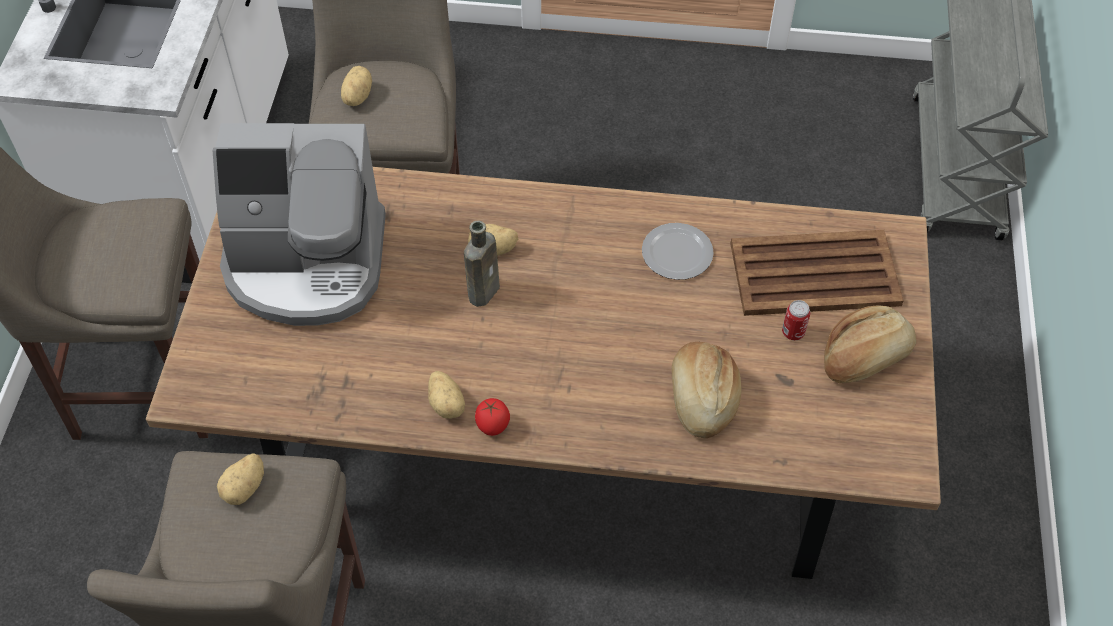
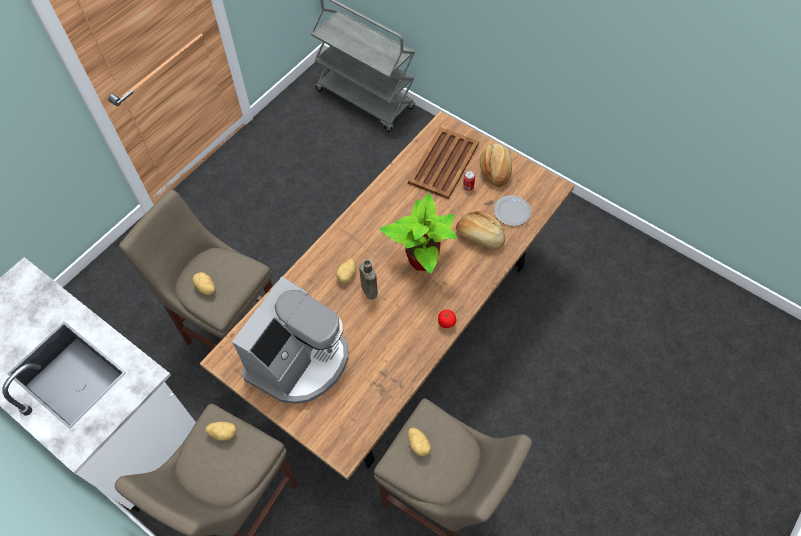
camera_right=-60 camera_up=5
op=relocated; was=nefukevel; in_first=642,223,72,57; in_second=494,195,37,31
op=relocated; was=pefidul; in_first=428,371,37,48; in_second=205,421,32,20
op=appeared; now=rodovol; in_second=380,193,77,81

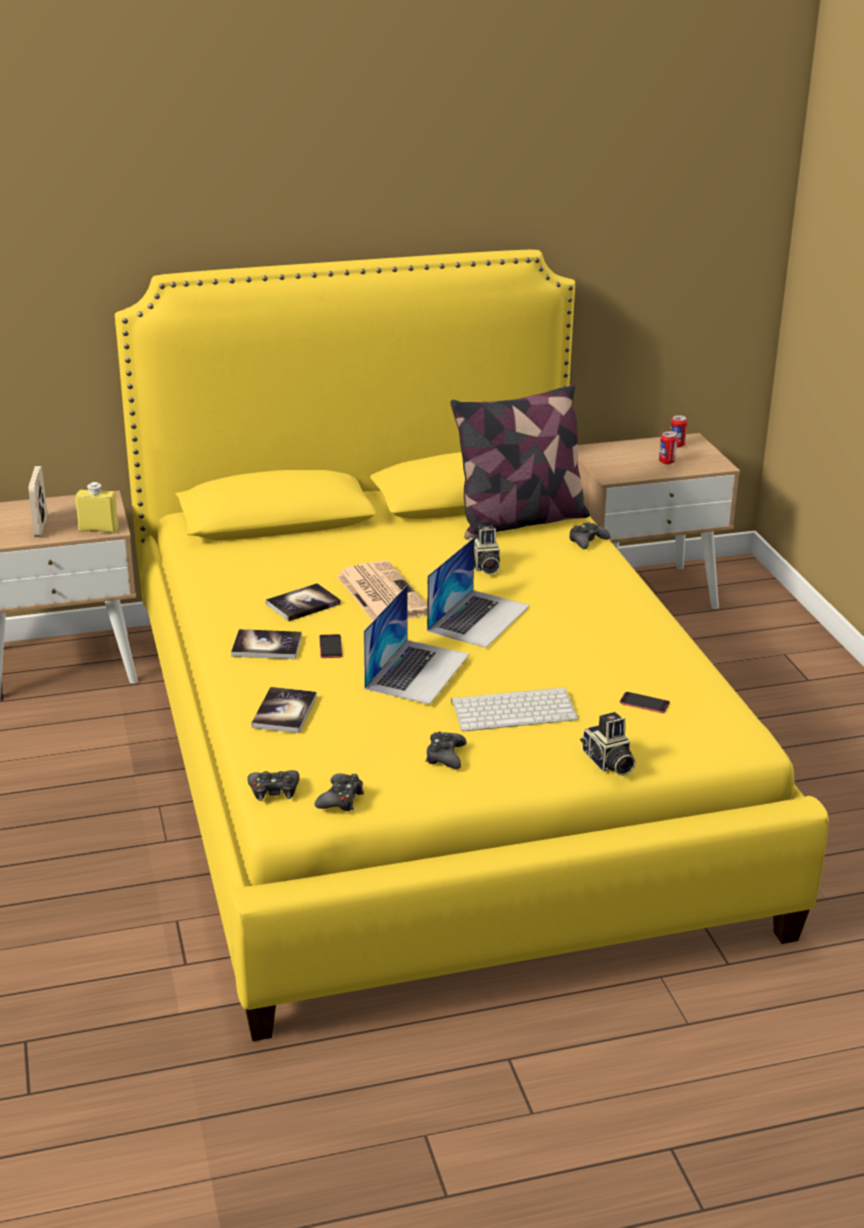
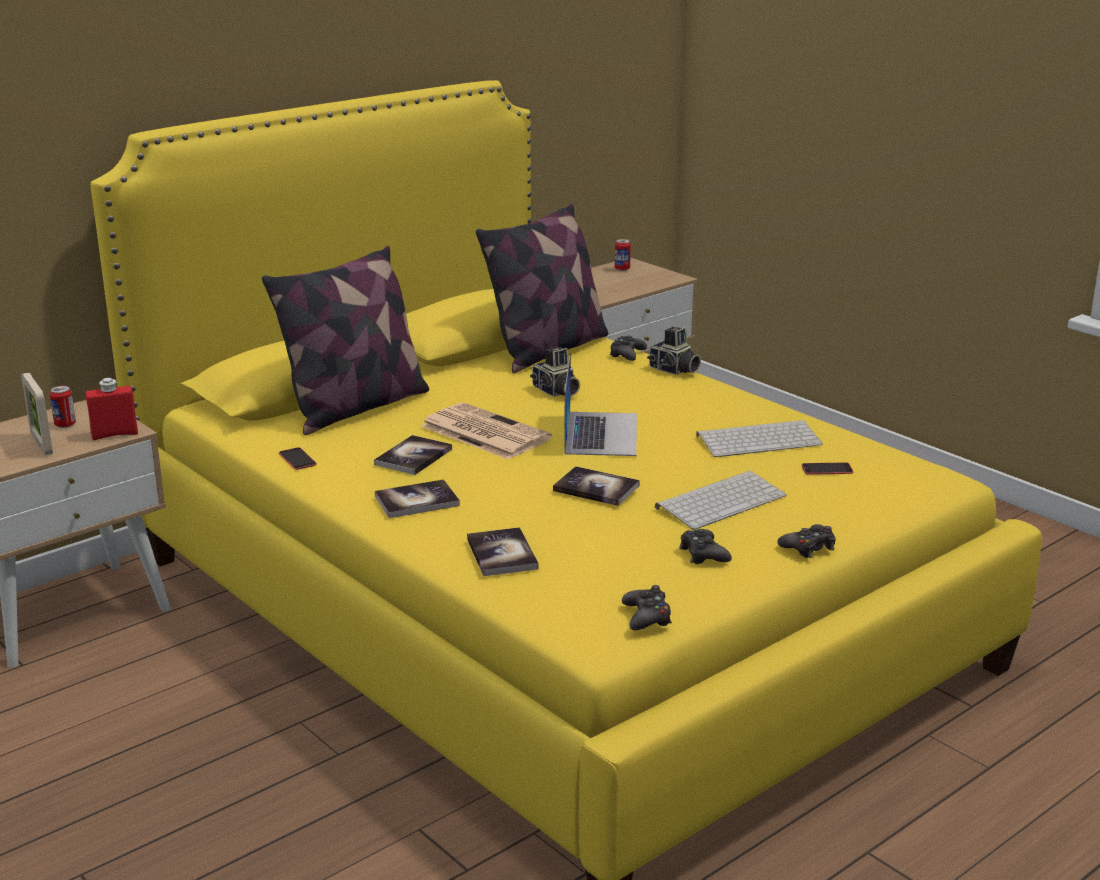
camera_right=-25 camera_up=-5
op=relocated; was=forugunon; in_first=659,431,18,34; in_second=50,386,26,42
op=colour; was=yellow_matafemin; now=red_matafemin; in_first=75,482,44,51; in_second=86,378,52,62
op=exchanged; was=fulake; now=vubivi; in_first=364,585,105,120; in_second=553,466,87,40
op=relocated; was=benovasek; in_first=319,634,24,24; in_second=279,447,38,23
op=relocated; was=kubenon; in_first=580,712,56,64; in_second=647,327,54,48
op=relocated; was=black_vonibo; in_first=247,770,52,31; in_second=777,524,59,34
op=appeared; now=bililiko; in_second=262,246,167,189
op=appeared; now=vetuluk; in_second=696,420,127,37

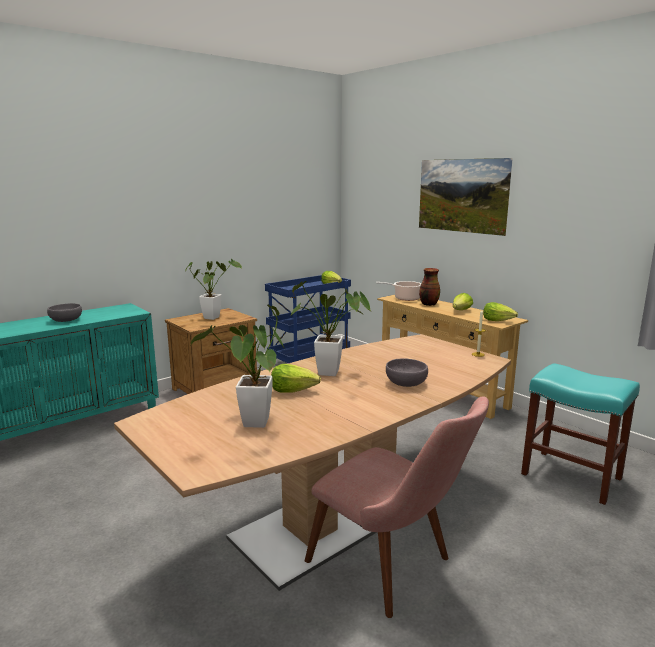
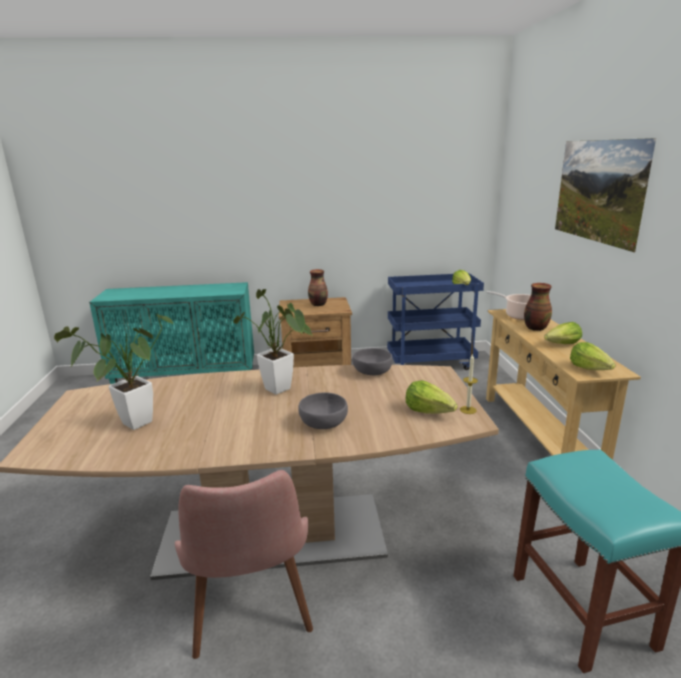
camera_right=35 camera_up=5
op=exchanged; was=rodovol; now=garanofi; in_first=185,259,57,61; in_second=308,269,20,37
op=relocated; was=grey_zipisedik; in_first=47,303,35,19; in_second=352,348,41,27
op=relocated; was=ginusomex; in_first=271,364,50,29; in_second=406,380,52,34

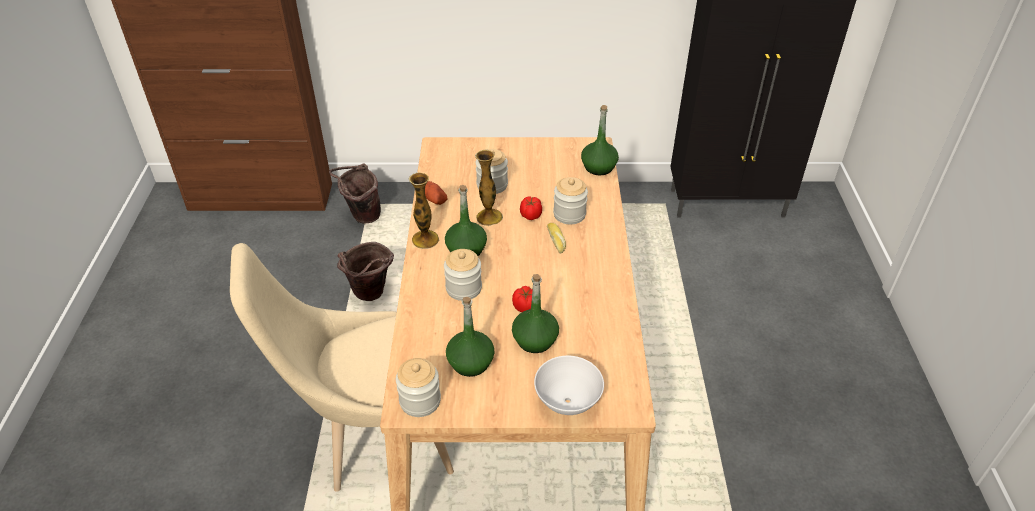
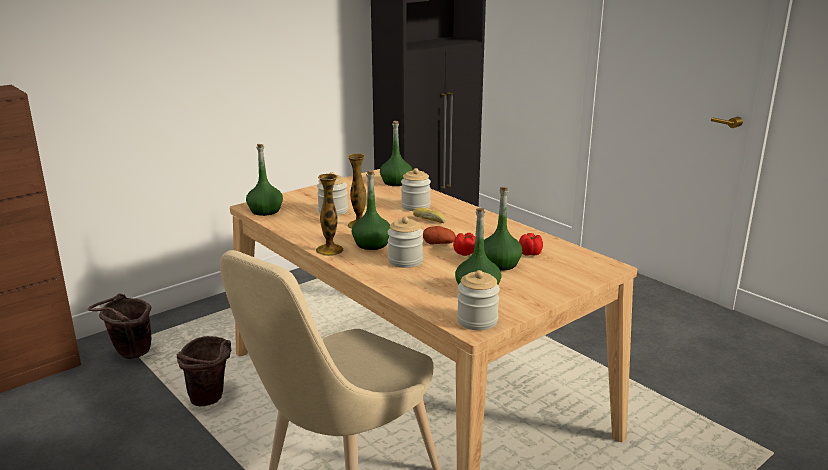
camera_right=-40 camera_up=-20
op=relocated; was=pefidul; in_first=425,181,22,24; in_second=423,226,33,19
op=relocated; was=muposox; in_first=520,196,22,24; in_second=519,233,24,23
op=missing; was=white_zipisedik; in_first=534,356,70,59
op=appeared; now=green_matafemin; in_second=246,144,37,72

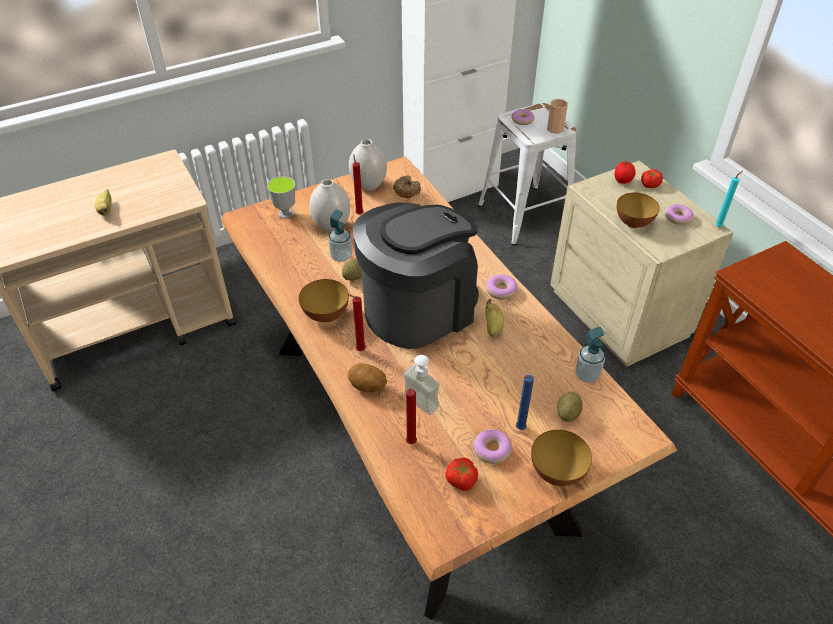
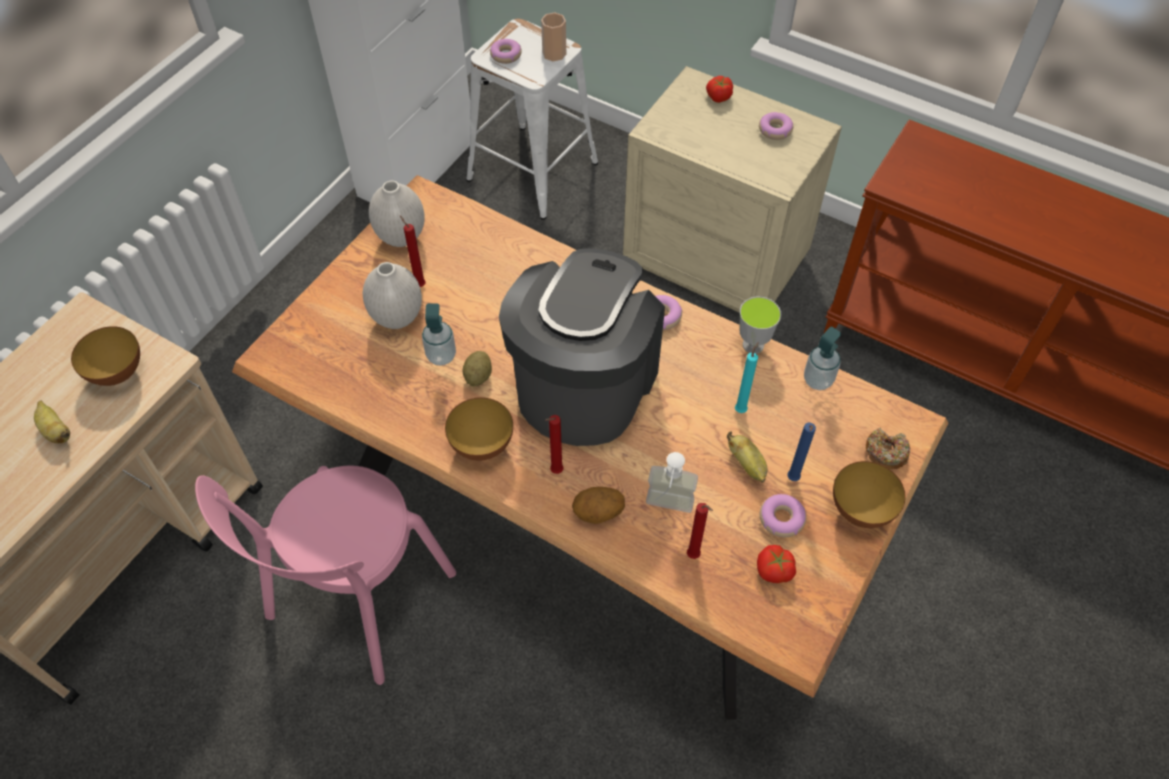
camera_right=-30 camera_up=10
op=missing; was=muposox; in_first=614,161,22,23
op=relocated; was=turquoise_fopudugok; in_first=715,171,28,56; in_second=735,342,24,71
op=relocated; was=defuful; in_first=393,175,28,23; in_second=866,428,44,42
op=relocated; was=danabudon; in_first=267,176,28,43; in_second=740,296,41,58
op=relocated; was=zipisedik; in_first=617,193,43,35; in_second=71,326,69,60
op=relocated; was=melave; in_first=485,299,19,38; in_second=727,431,41,52
op=missing; was=pefidul; in_first=557,392,26,30
op=appeared; now=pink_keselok; in_second=195,465,261,220

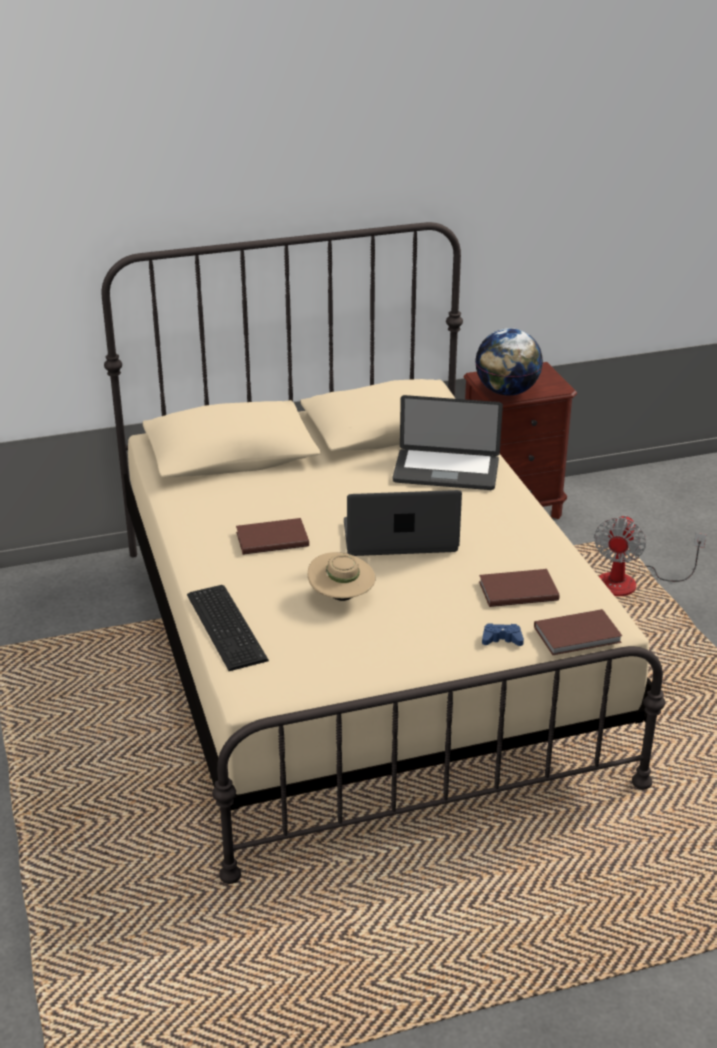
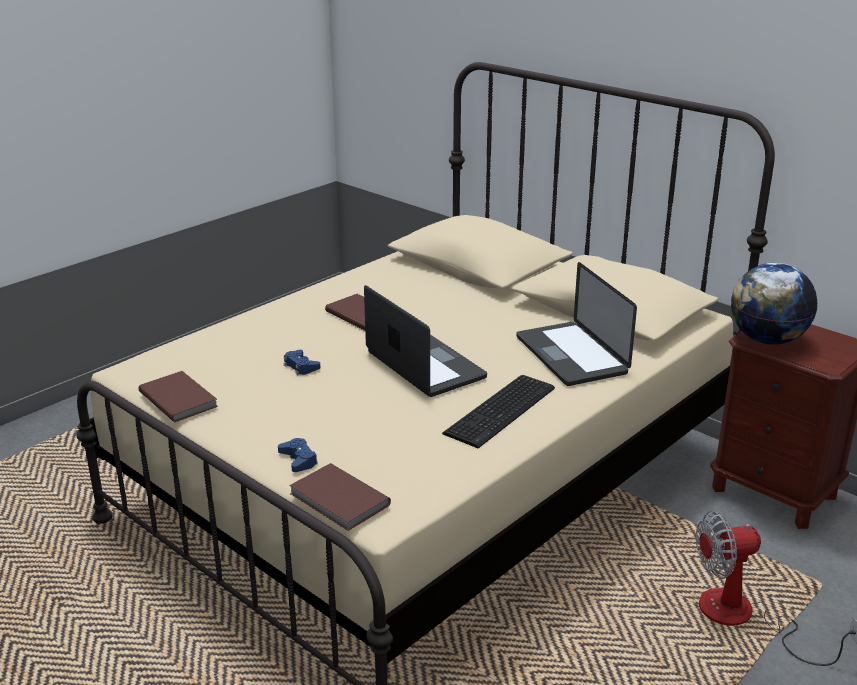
camera_right=60 camera_up=-5
op=exchanged; was=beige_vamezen; now=blue_vonibo; in_first=308,552,67,49; in_second=284,350,36,25
op=relocated; was=brown_vubivi; in_first=479,569,80,38; in_second=138,371,80,51
op=relocated; was=vetuluk; in_first=187,585,82,86; in_second=442,375,113,73

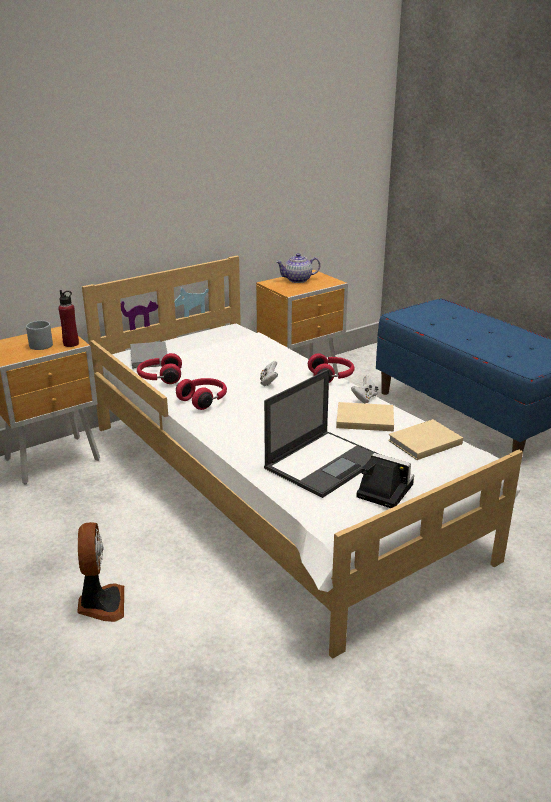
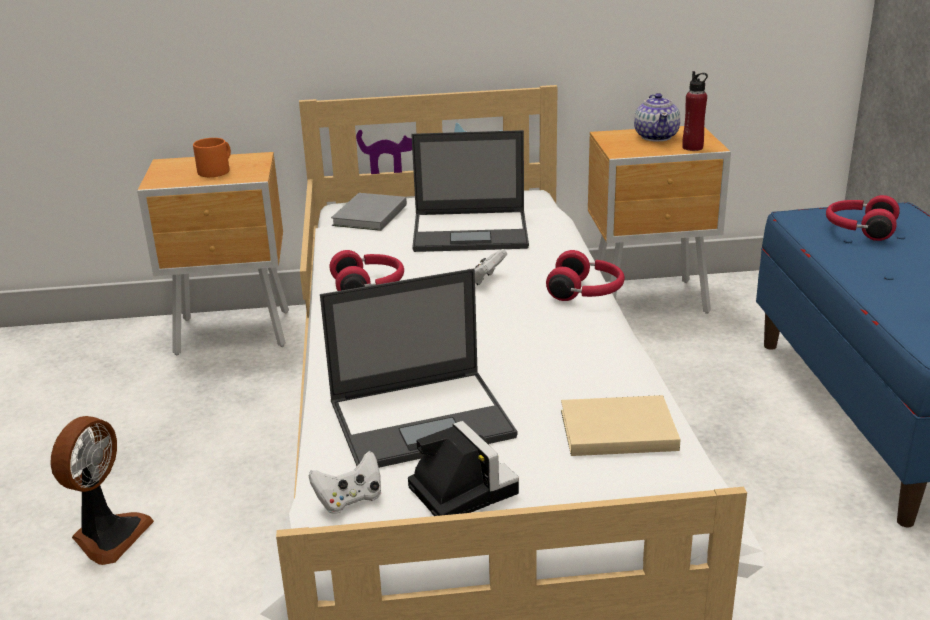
camera_right=30 camera_up=0
op=spun; was=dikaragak; in_first=276,253,44,30; in_second=634,93,46,49; clockwise=-105
op=relocated; was=red_matafemin; in_first=58,290,21,57; in_second=682,71,26,80
op=colour; was=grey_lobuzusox; now=orange_lobuzusox; in_first=26,321,27,29; in_second=193,138,38,39
op=relocated; was=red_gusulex; in_first=137,353,45,31; in_second=826,195,74,46
op=relocated; was=white_vonibo; in_first=351,376,27,27; in_second=309,451,72,63
op=missing; was=beige_vubivi; in_first=336,402,58,29
op=appeared; now=fulake; in_second=411,130,118,122

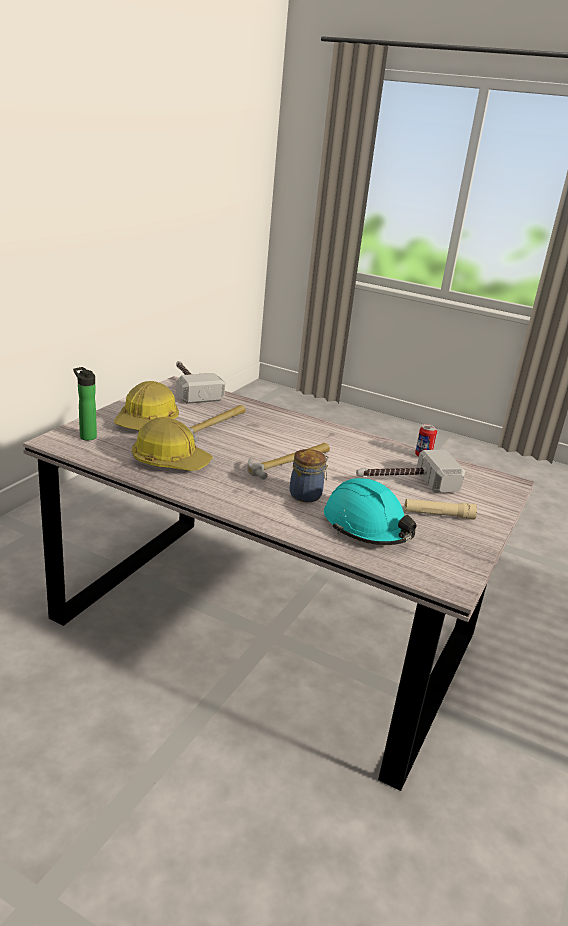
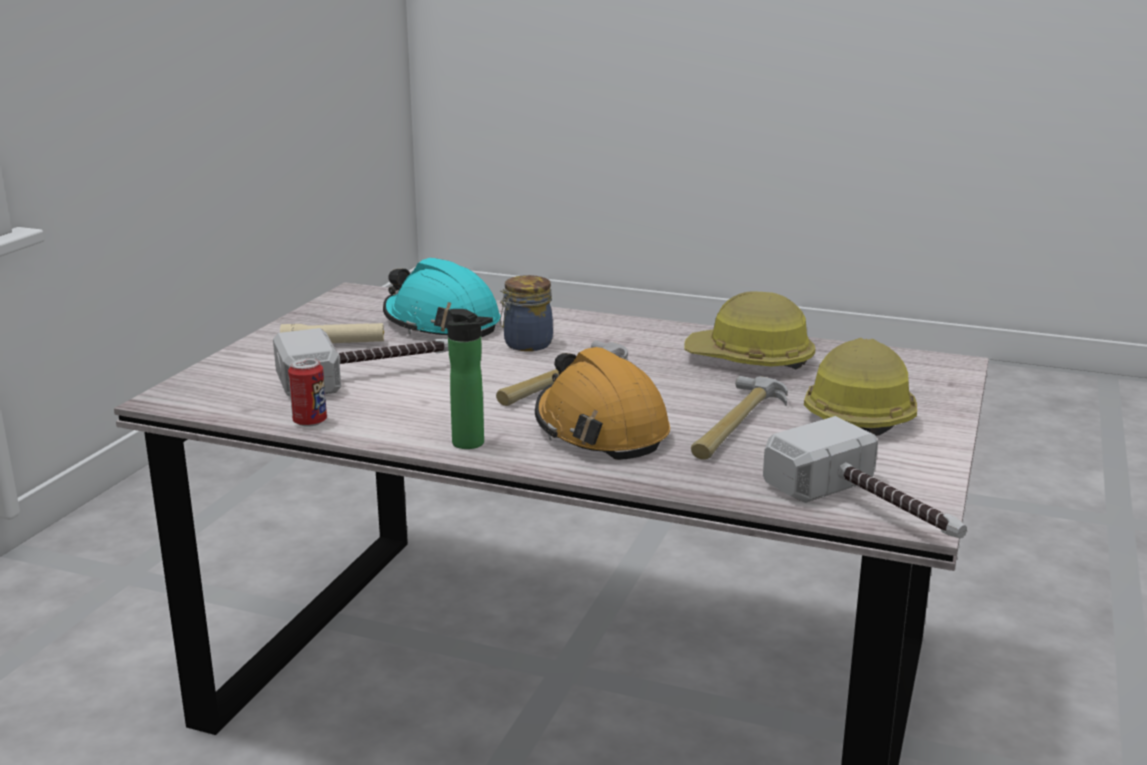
camera_right=175 camera_up=-5
op=relocated; was=matafemin; in_first=73,367,24,74; in_second=447,309,46,140
op=appeared; now=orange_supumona; in_second=535,347,135,113

